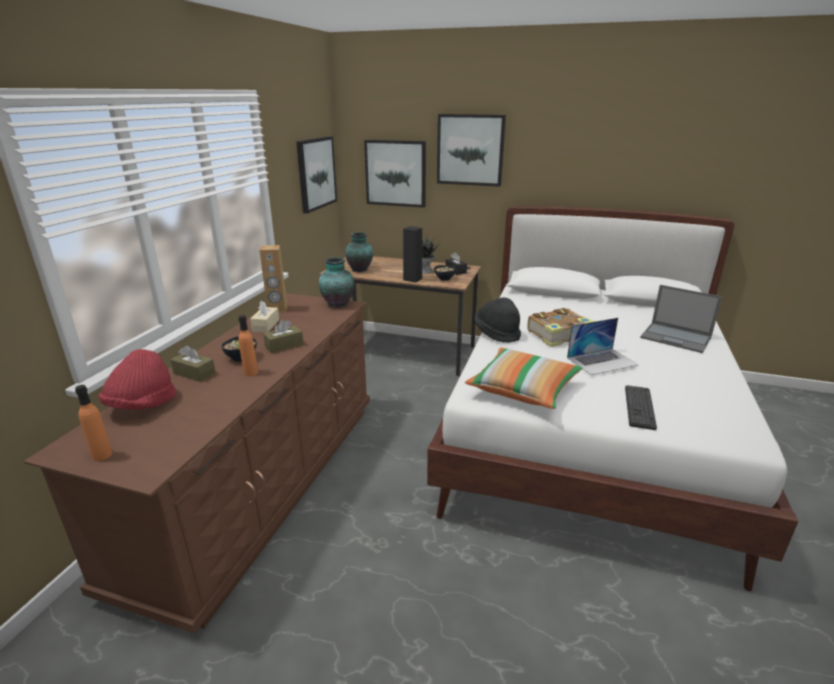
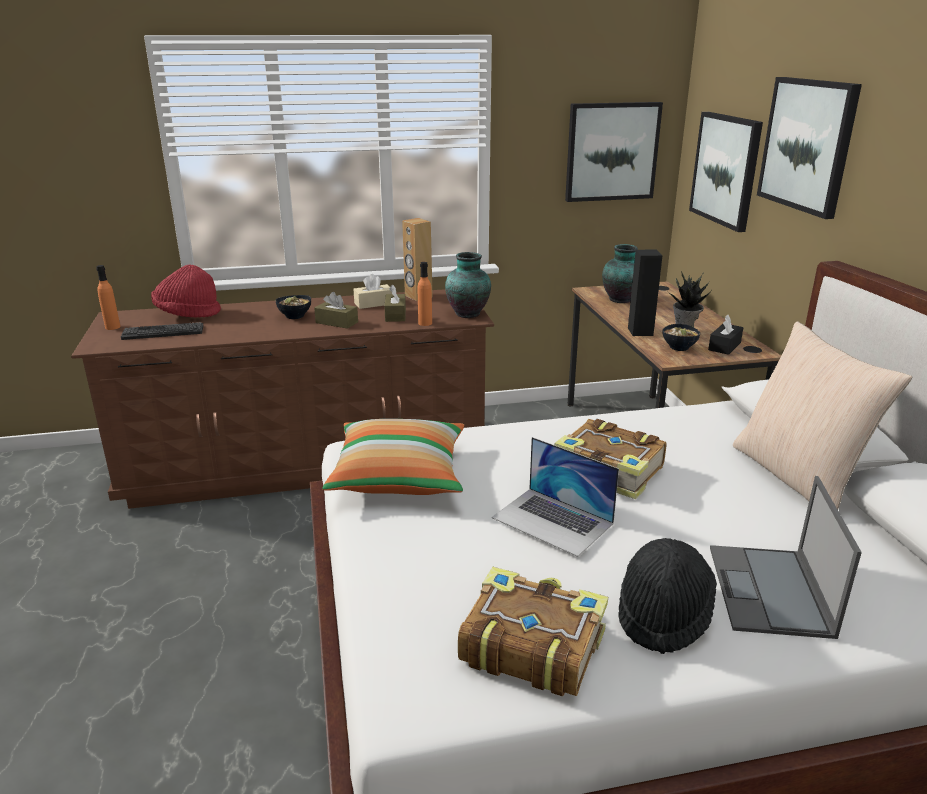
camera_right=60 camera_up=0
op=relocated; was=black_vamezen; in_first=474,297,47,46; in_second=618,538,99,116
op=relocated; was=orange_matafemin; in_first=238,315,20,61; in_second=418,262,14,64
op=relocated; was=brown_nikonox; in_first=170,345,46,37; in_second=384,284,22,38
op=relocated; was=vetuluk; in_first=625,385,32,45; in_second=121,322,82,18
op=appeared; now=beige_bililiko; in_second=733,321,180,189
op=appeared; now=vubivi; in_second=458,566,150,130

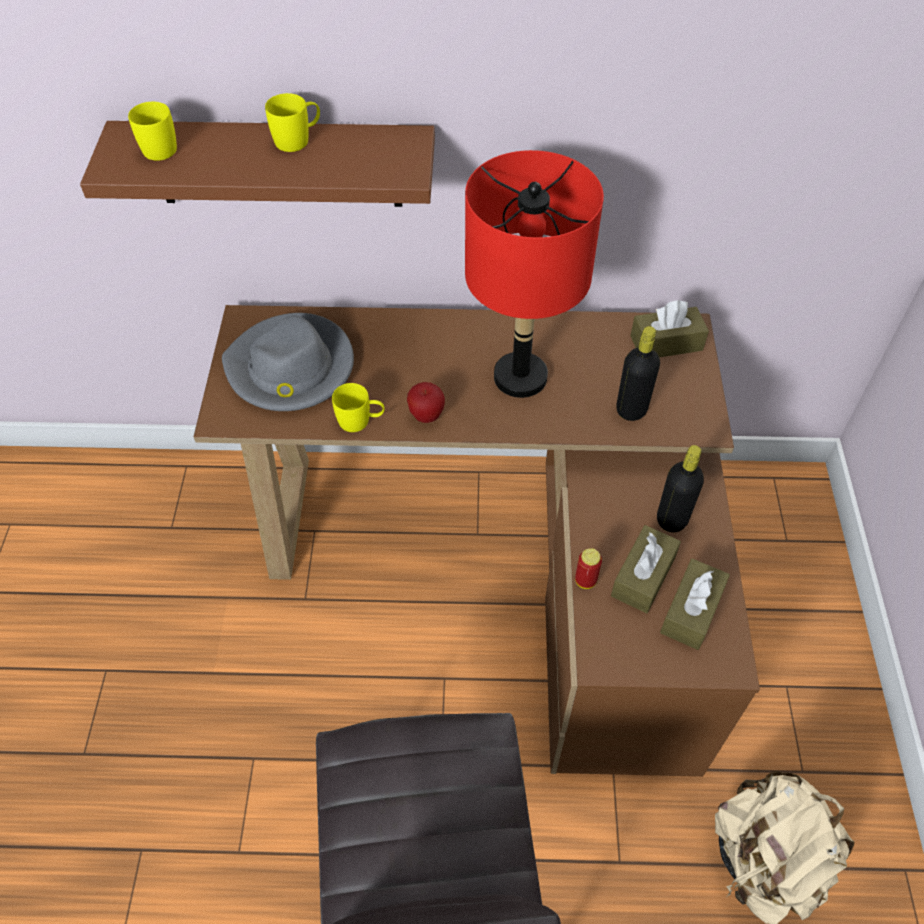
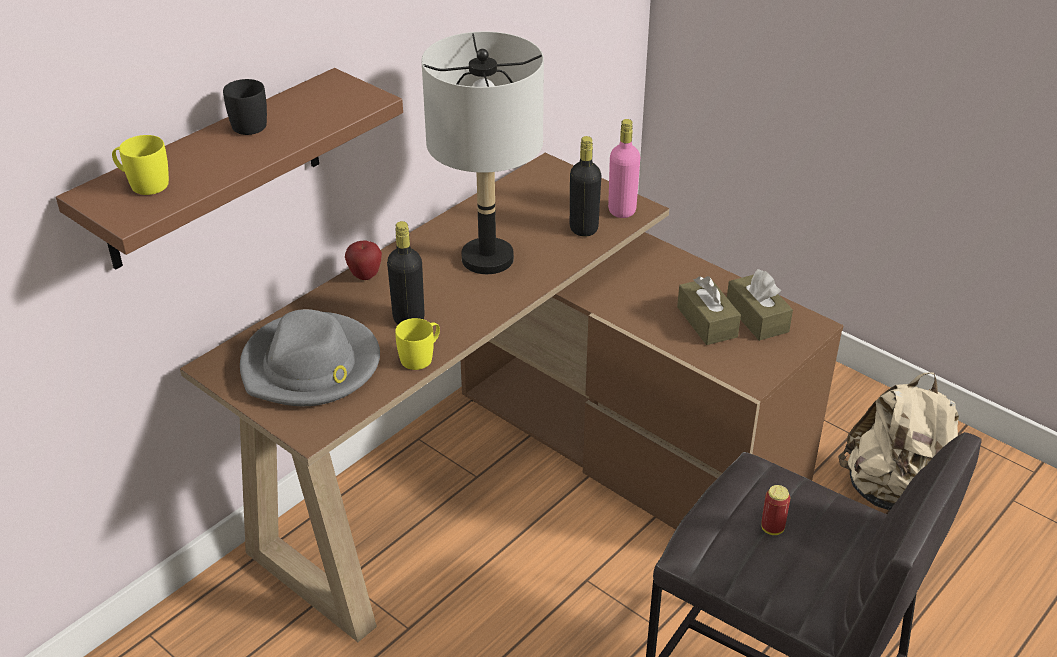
camera_right=-50 camera_up=-15
op=colour; was=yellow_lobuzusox; now=black_lobuzusox; in_first=265,93,55,59; in_second=223,79,44,56
op=colour; was=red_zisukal; now=grey_zisukal; in_first=465,150,139,248; in_second=422,32,122,242
op=missing; was=brown_nikonox; in_first=630,300,79,57
op=relocated; was=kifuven; in_first=407,382,38,41; in_second=345,241,37,39
op=relocated; was=black_matafemin; in_first=657,445,47,87; in_second=387,221,38,103
op=relocated; was=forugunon; in_first=575,548,27,41; in_second=761,485,29,50
op=appeared; now=pink_matafemin; in_second=608,119,32,99

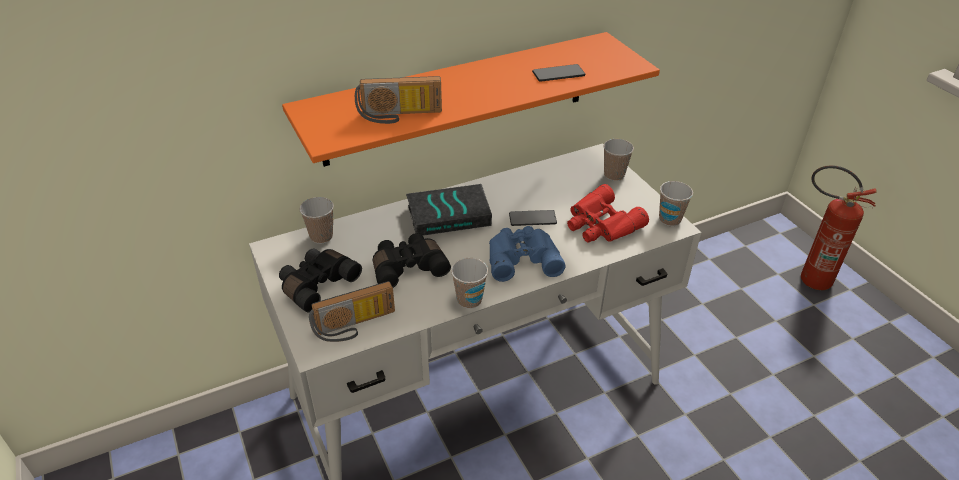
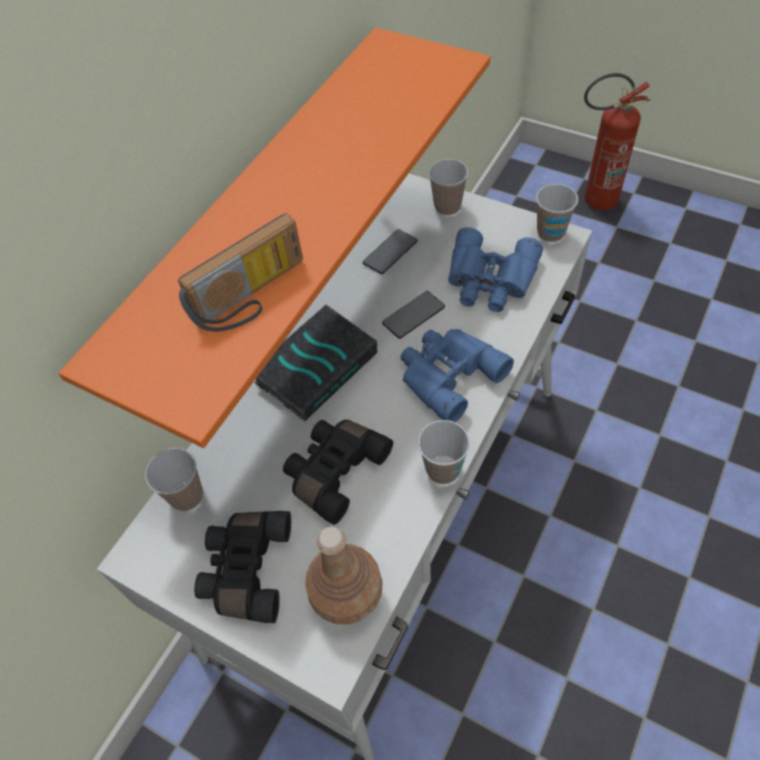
camera_right=-30 camera_up=15
op=relocated; was=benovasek; in_first=532,64,53,18; in_second=363,229,54,45
op=colour; was=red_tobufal; now=blue_tobufal; in_first=567,184,82,58; in_second=448,227,95,85
op=exchanged; was=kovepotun; now=brown_matafemin; in_first=309,281,86,61; in_second=305,526,78,99

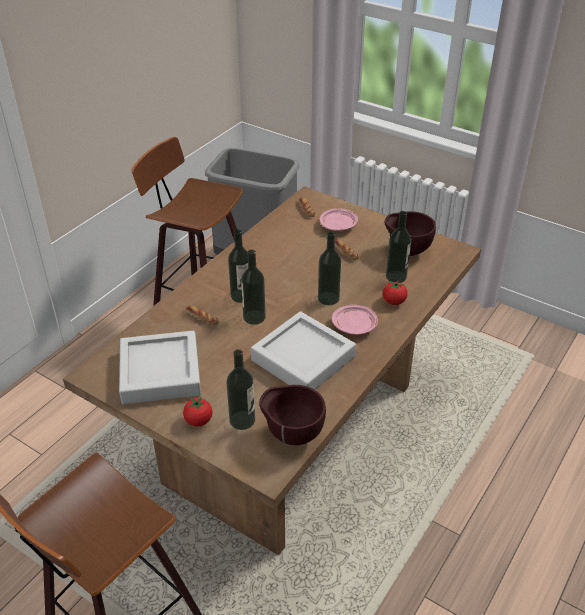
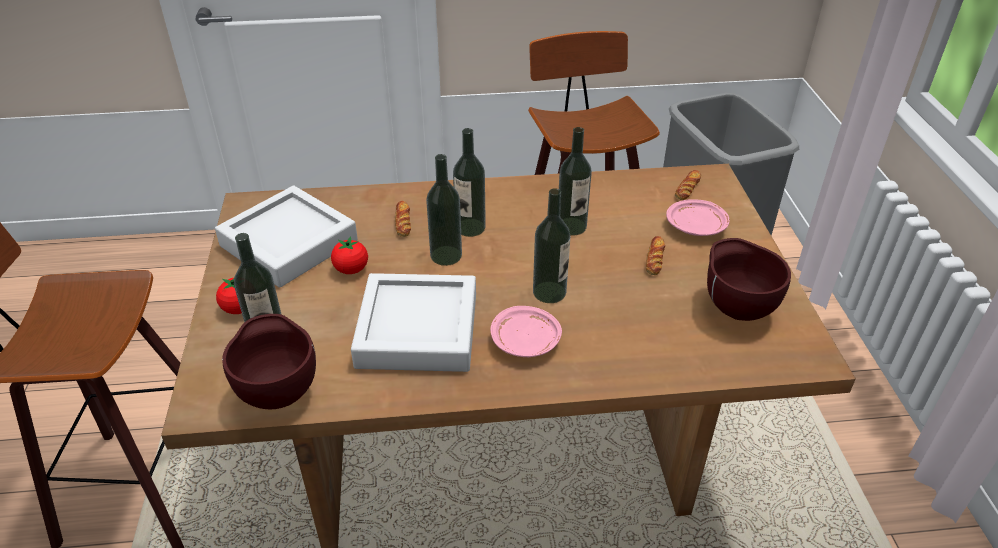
camera_right=50 camera_up=0
op=relocated; was=matafemin; in_first=386,211,25,72; in_second=559,127,33,109
op=relocated; was=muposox; in_first=383,280,24,25; in_second=331,236,37,38

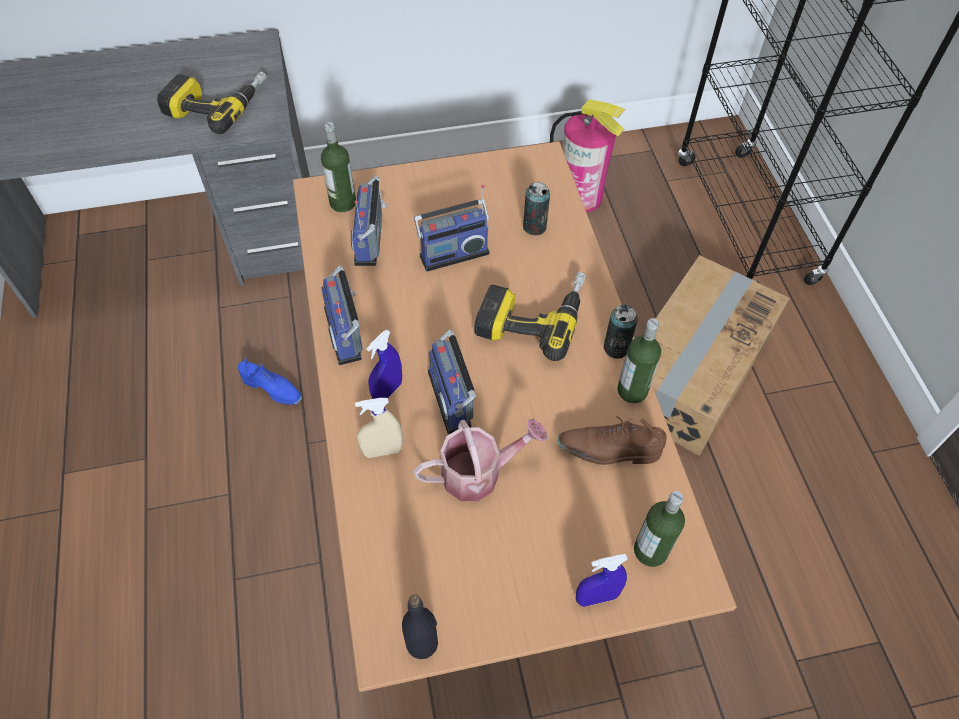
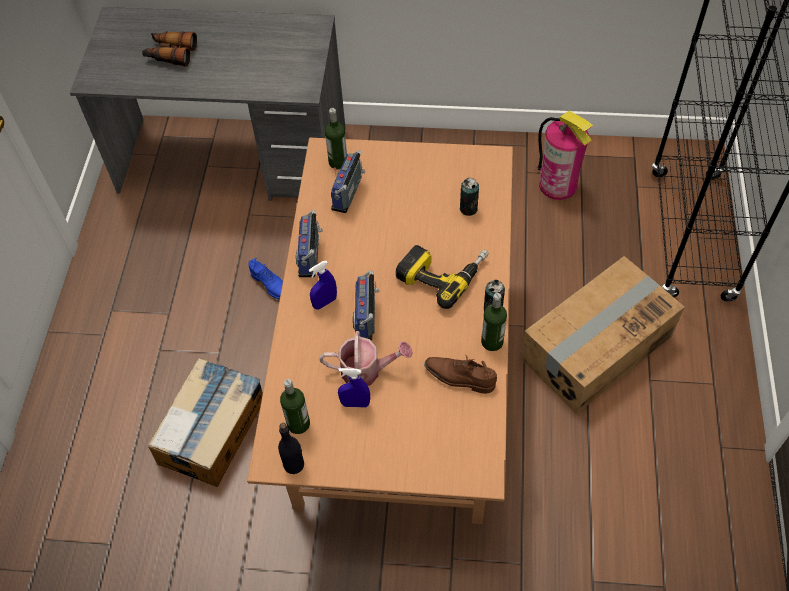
camera_right=20 camera_up=0
op=missing; was=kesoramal; in_first=157,71,110,63
op=missing; was=kovepotun; in_first=414,185,75,86
op=missing; was=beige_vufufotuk; in_first=355,398,48,60
op=relocated; was=matafemin; in_first=634,491,51,76; in_second=280,379,30,55
op=relocated; was=blue_vufufotuk; in_first=576,554,52,53; in_second=338,368,32,40
op=appeared; now=tobufal; in_second=142,31,55,36
op=appeared; now=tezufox; in_second=148,358,115,129

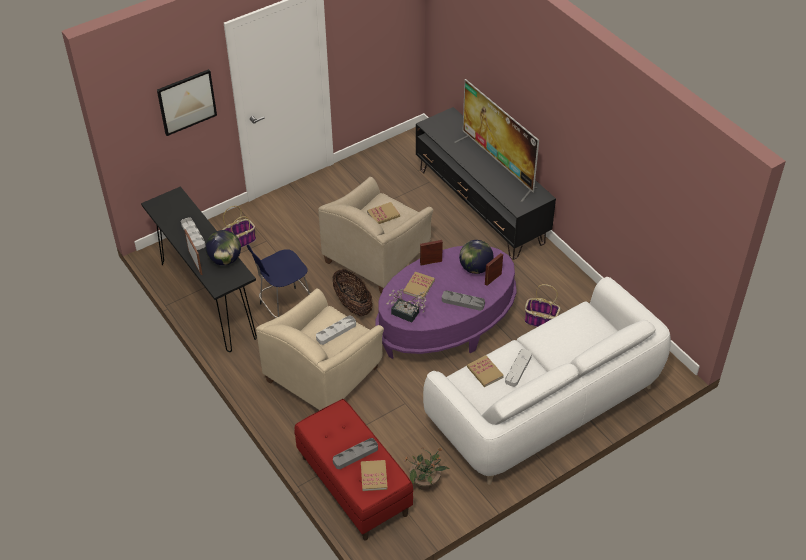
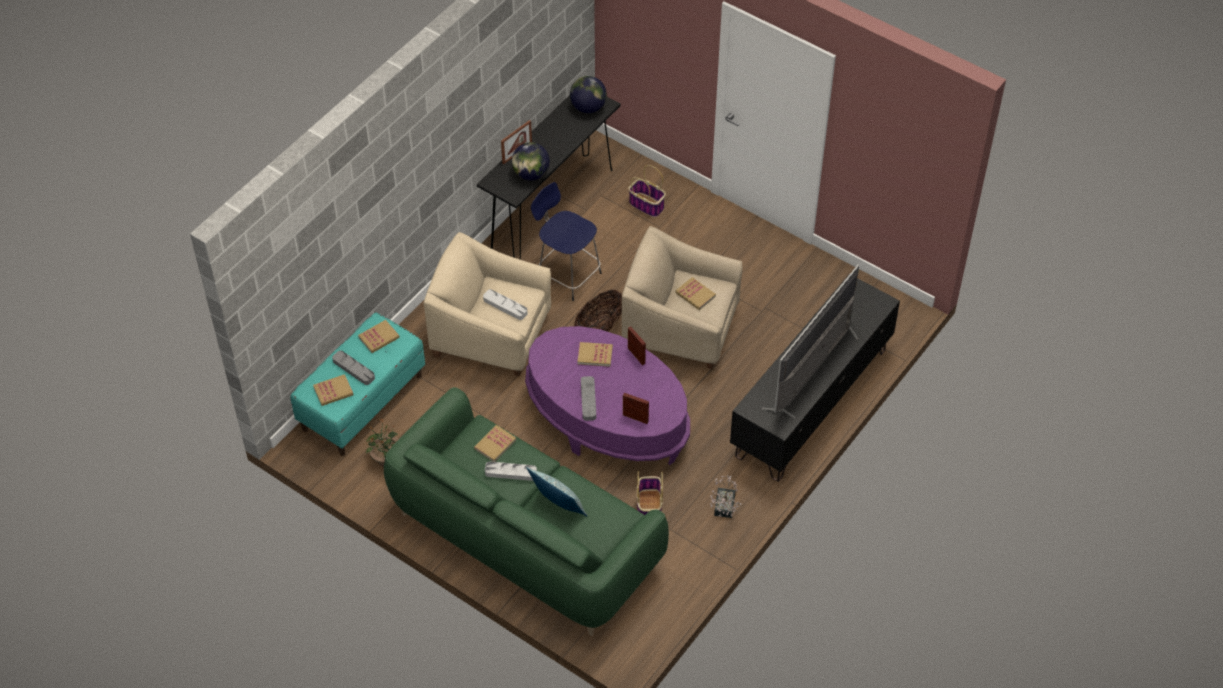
camera_right=70 camera_up=5
op=missing; was=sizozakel; in_first=157,69,60,67
op=missing; was=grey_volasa; in_first=181,217,25,33
op=relocated; was=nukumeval; in_first=459,240,35,34; in_second=570,76,37,37
op=colour; was=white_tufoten; now=green_tufoten; in_first=423,277,248,208; in_second=384,387,285,249
op=relocated; was=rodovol; in_first=386,289,41,34; in_second=710,475,32,43
op=colour; was=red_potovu; now=turquoise_potovu; in_first=295,399,118,142; in_second=291,313,134,143
op=appeared; now=vubivi; in_second=358,320,42,33
op=appeared; now=bililiko; in_second=526,467,62,49

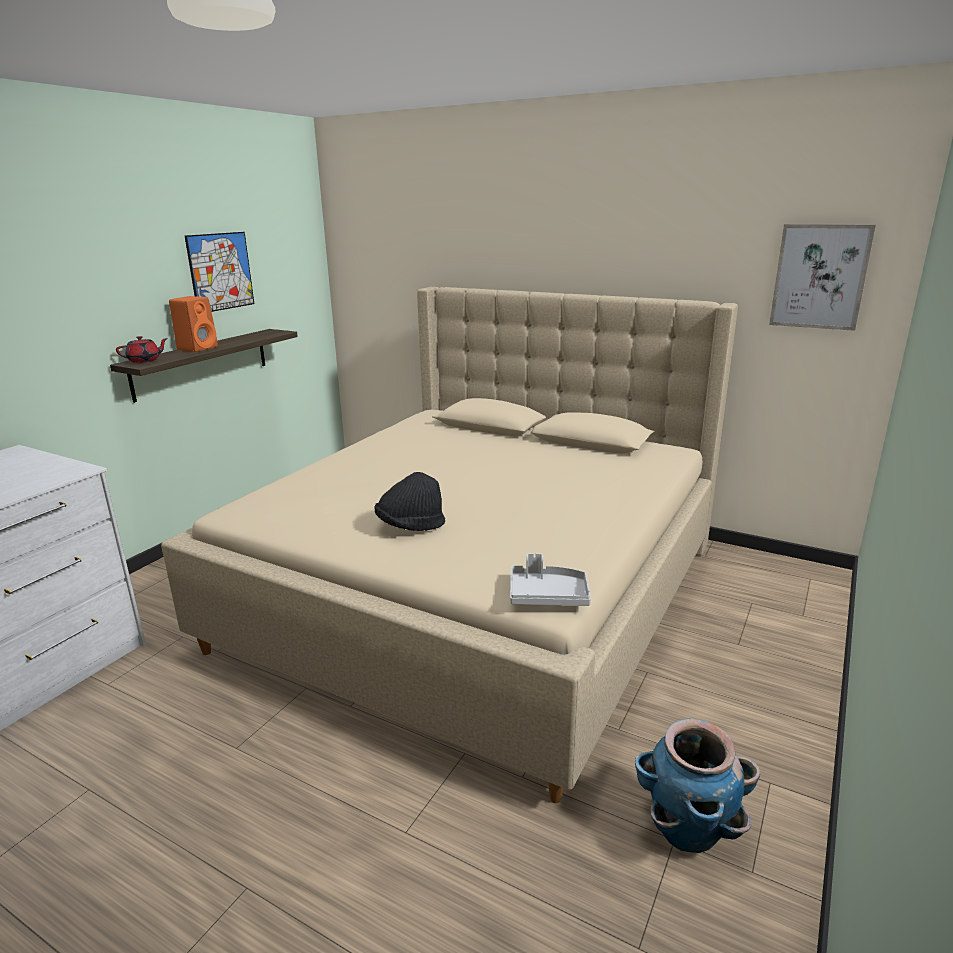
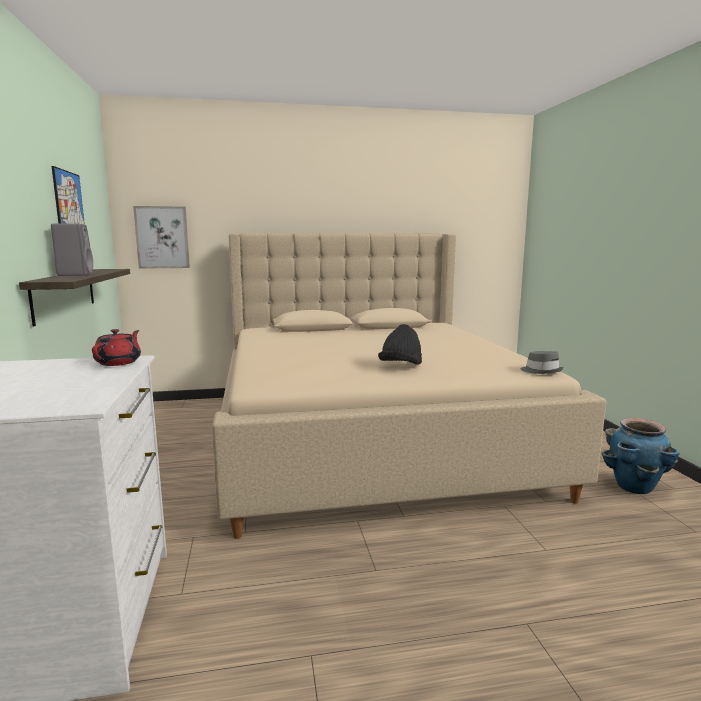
camera_right=-40 camera_up=-10
op=relocated; was=sizozakel; in_first=769,224,107,107; in_second=133,206,57,63
op=colour; was=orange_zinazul; now=grey_zinazul; in_first=169,296,49,56; in_second=51,224,42,52
op=relocated; was=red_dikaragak; in_first=116,336,52,27; in_second=92,329,49,37
op=exchanged; was=grey_volasa; now=grey_vamezen; in_first=510,553,81,53; in_second=521,351,43,23

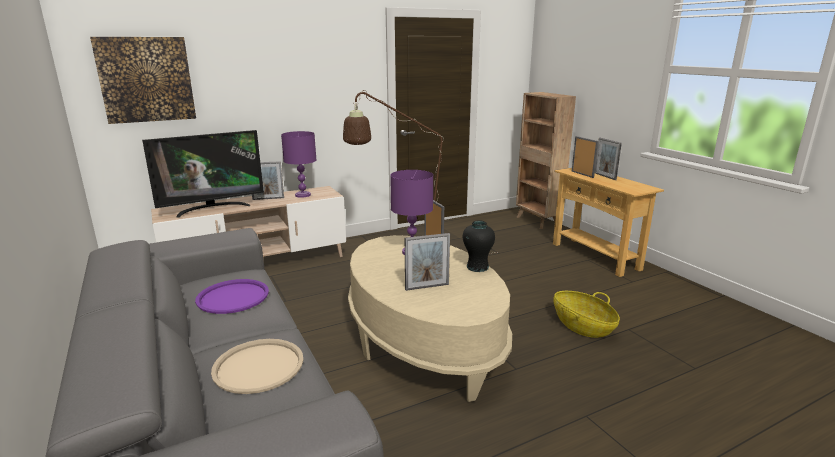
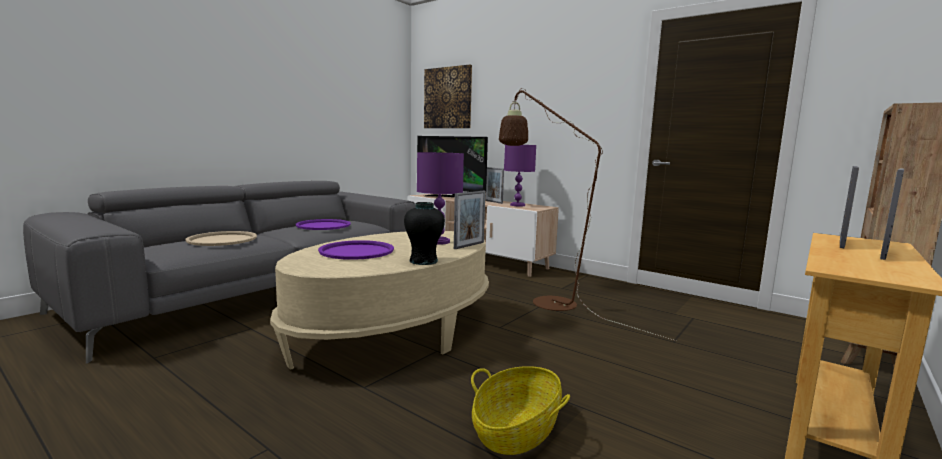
camera_right=65 camera_up=-10
op=exchanged; was=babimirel; now=purple_volasa; in_first=405,233,45,58; in_second=318,240,76,20

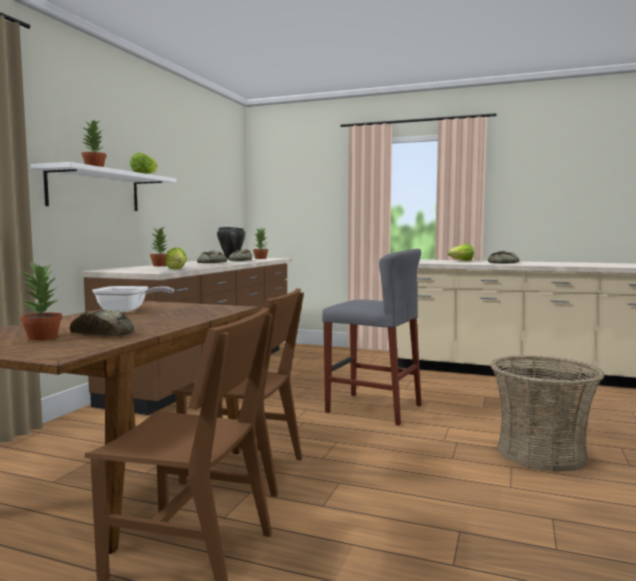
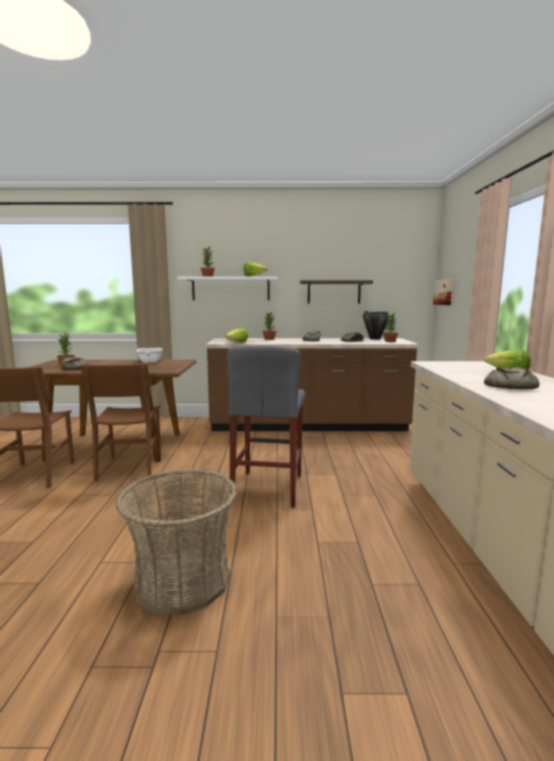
camera_right=70 camera_up=5
op=appeared; now=sizozakel; in_second=433,279,20,26
op=appeared; now=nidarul; in_second=300,280,73,24

